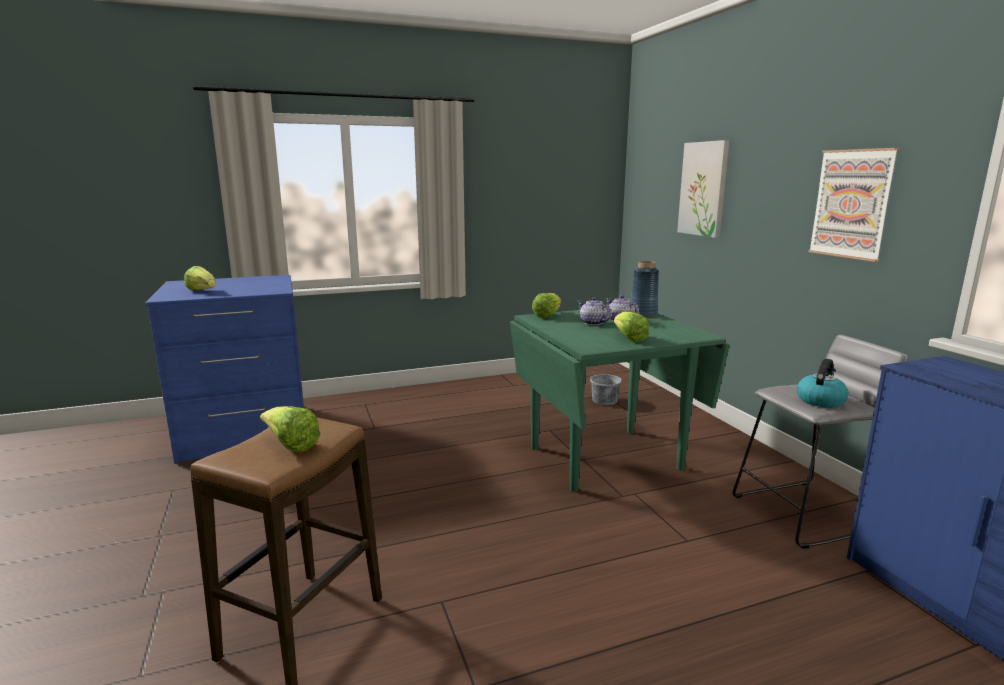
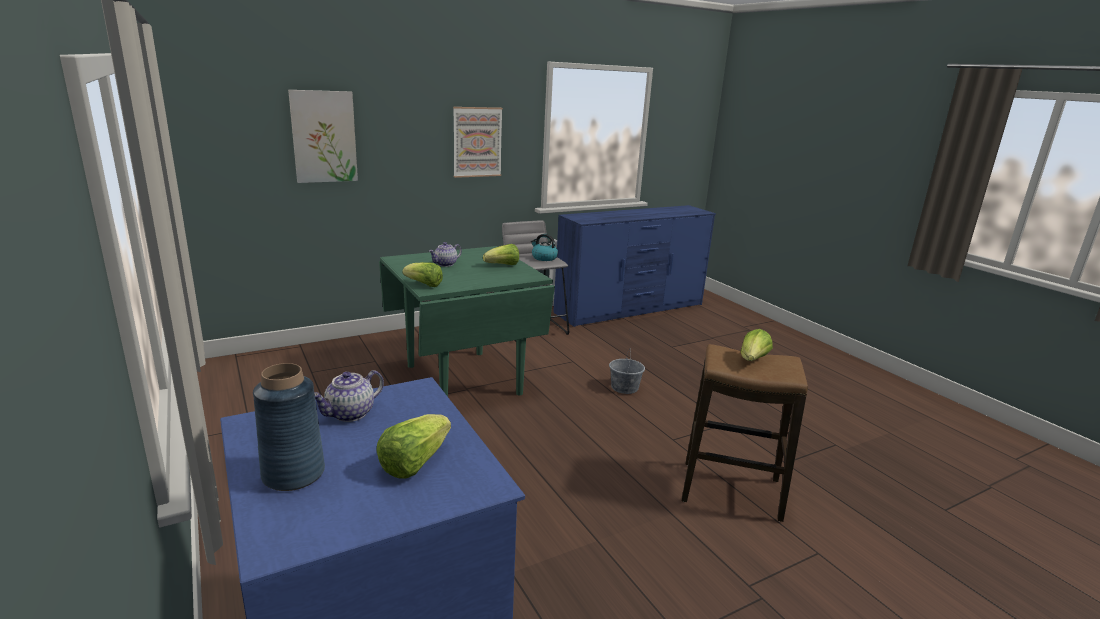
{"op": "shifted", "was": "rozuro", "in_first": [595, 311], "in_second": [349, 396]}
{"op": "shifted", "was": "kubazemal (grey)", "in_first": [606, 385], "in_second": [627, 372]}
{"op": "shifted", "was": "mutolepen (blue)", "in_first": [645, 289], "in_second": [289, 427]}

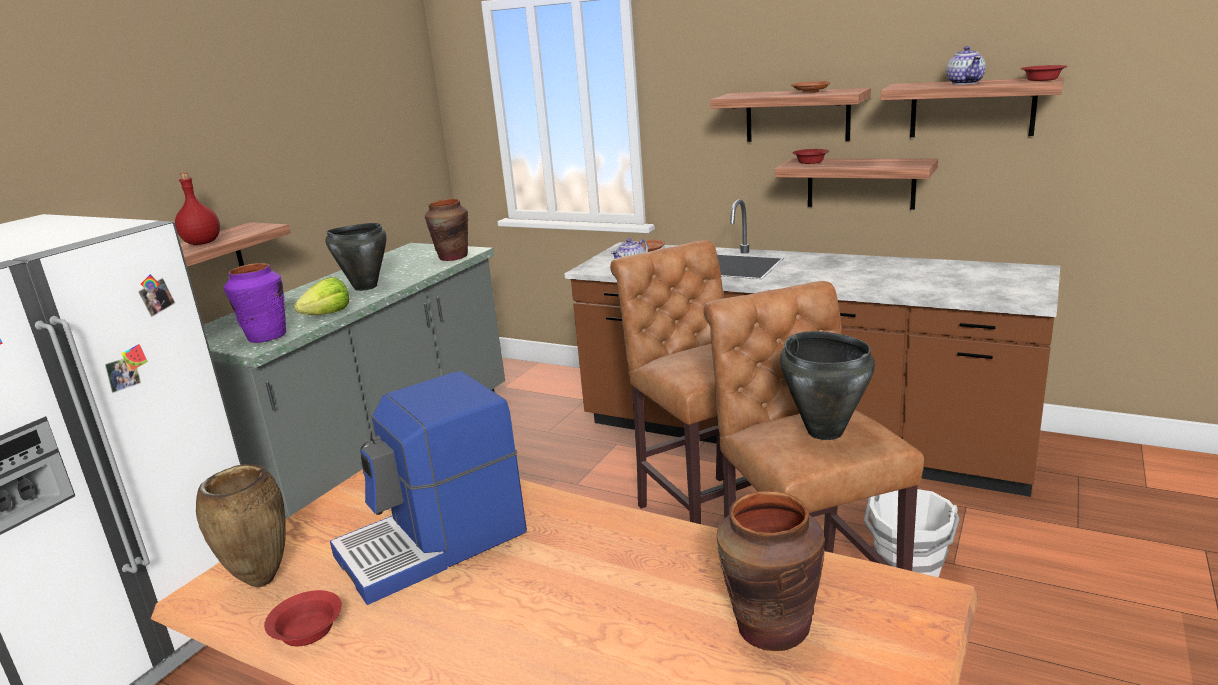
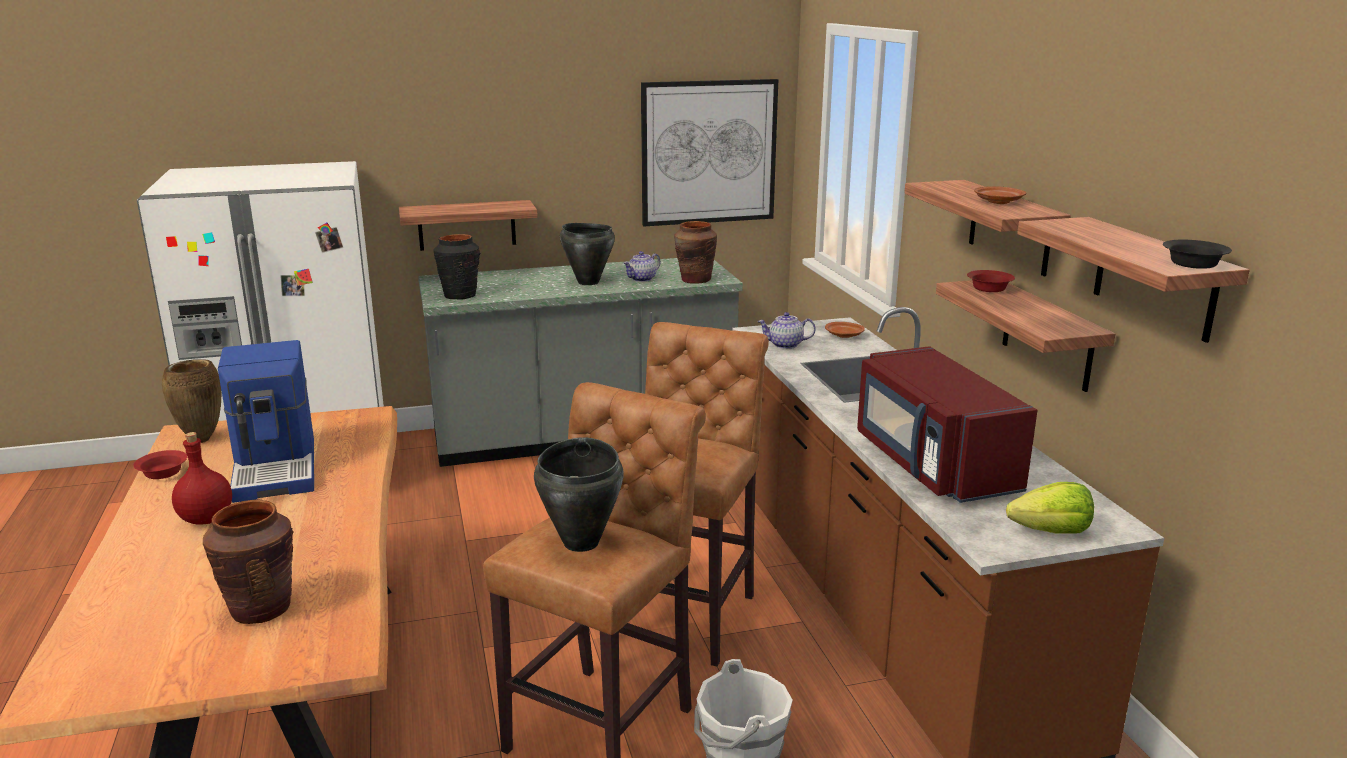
{"op": "new", "now": "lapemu", "in_second": [709, 152]}
{"op": "new", "now": "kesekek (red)", "in_second": [947, 424]}
{"op": "shifted", "was": "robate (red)", "in_first": [197, 208], "in_second": [202, 478]}
{"op": "shifted", "was": "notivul", "in_first": [321, 296], "in_second": [1050, 508]}
{"op": "shifted", "was": "rozuro", "in_first": [966, 65], "in_second": [642, 266]}
{"op": "repainted", "was": "mutolepen (purple)", "now": "mutolepen (black)", "in_first": [255, 303], "in_second": [456, 267]}
{"op": "repainted", "was": "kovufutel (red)", "now": "kovufutel (black)", "in_first": [1044, 73], "in_second": [1197, 254]}
{"op": "rotated", "was": "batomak", "in_first": [428, 488], "in_second": [266, 421], "clockwise": -120}

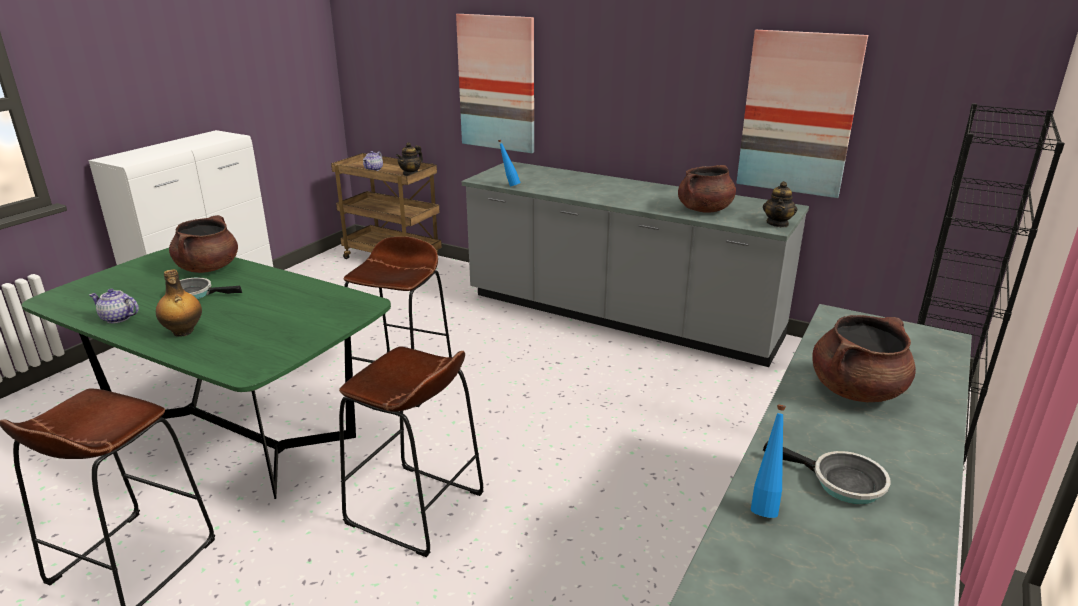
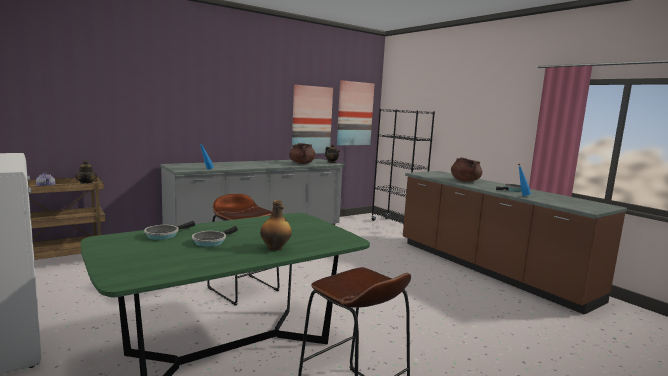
{"op": "gone", "was": "rozuro", "in_first": [114, 306]}
{"op": "gone", "was": "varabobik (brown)", "in_first": [411, 451]}
{"op": "shifted", "was": "lapemu", "in_first": [495, 83], "in_second": [355, 112]}
{"op": "swapped", "was": "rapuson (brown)", "now": "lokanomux", "in_first": [203, 244], "in_second": [169, 230]}

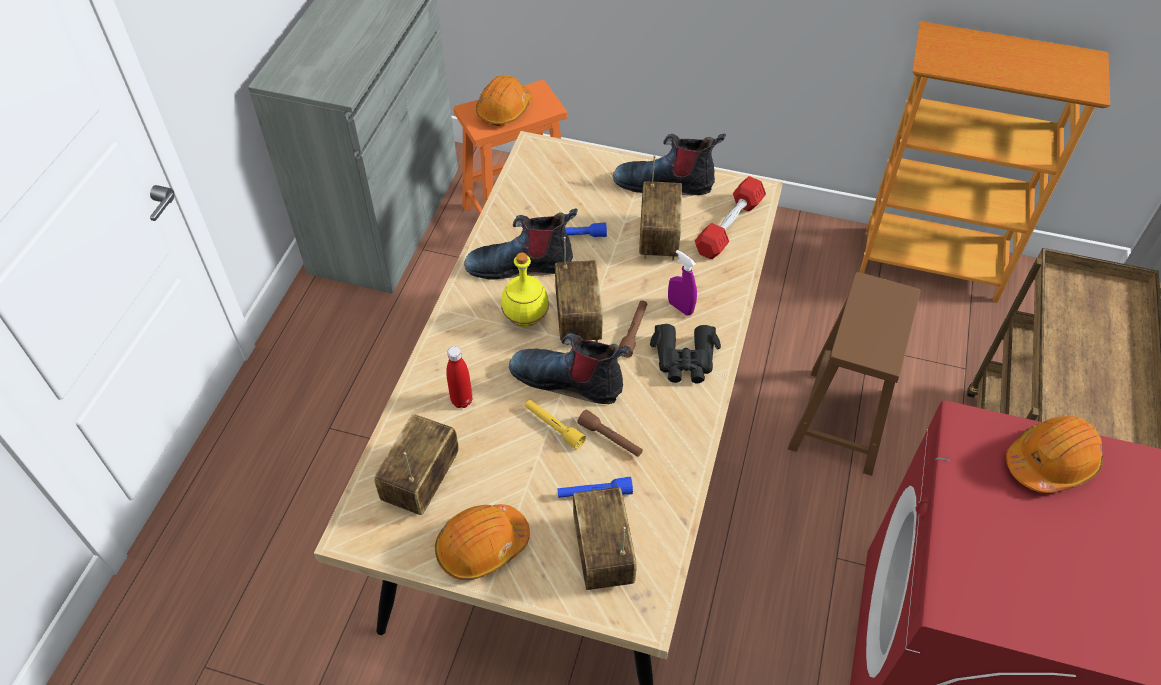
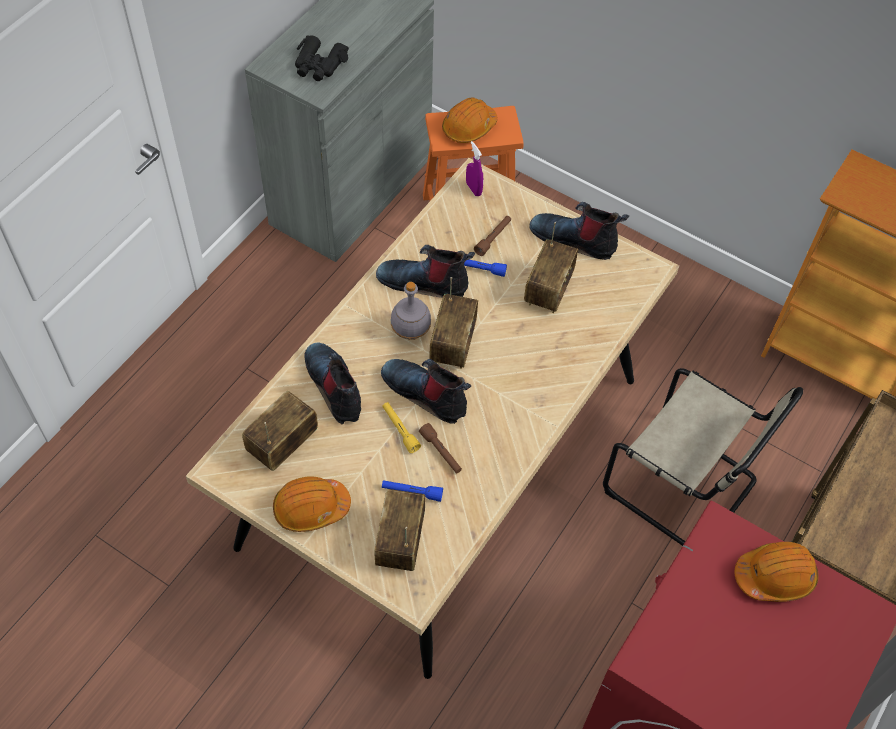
{"op": "gone", "was": "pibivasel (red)", "in_first": [730, 217]}
{"op": "shifted", "was": "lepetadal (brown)", "in_first": [633, 328], "in_second": [492, 236]}
{"op": "shifted", "was": "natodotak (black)", "in_first": [685, 353], "in_second": [322, 58]}
{"op": "shifted", "was": "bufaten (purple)", "in_first": [682, 283], "in_second": [474, 168]}
{"op": "swapped", "was": "robate (red)", "now": "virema", "in_first": [459, 377], "in_second": [332, 383]}
{"op": "swapped", "was": "varabobik (brown)", "now": "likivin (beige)", "in_first": [854, 374], "in_second": [703, 457]}
{"op": "repainted", "was": "robate (yellow)", "now": "robate (grey)", "in_first": [525, 290], "in_second": [411, 311]}

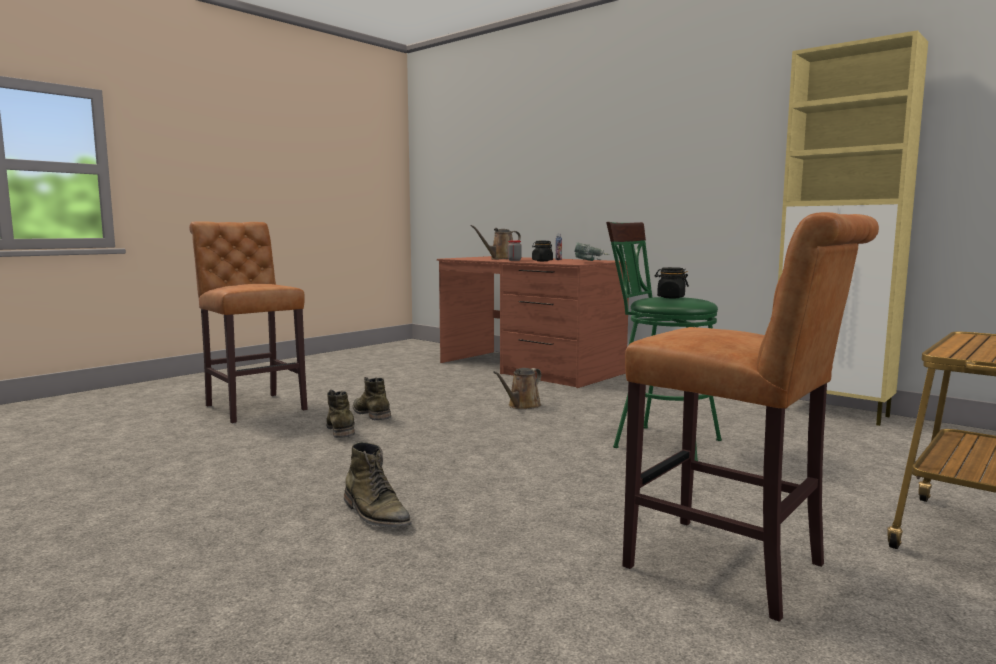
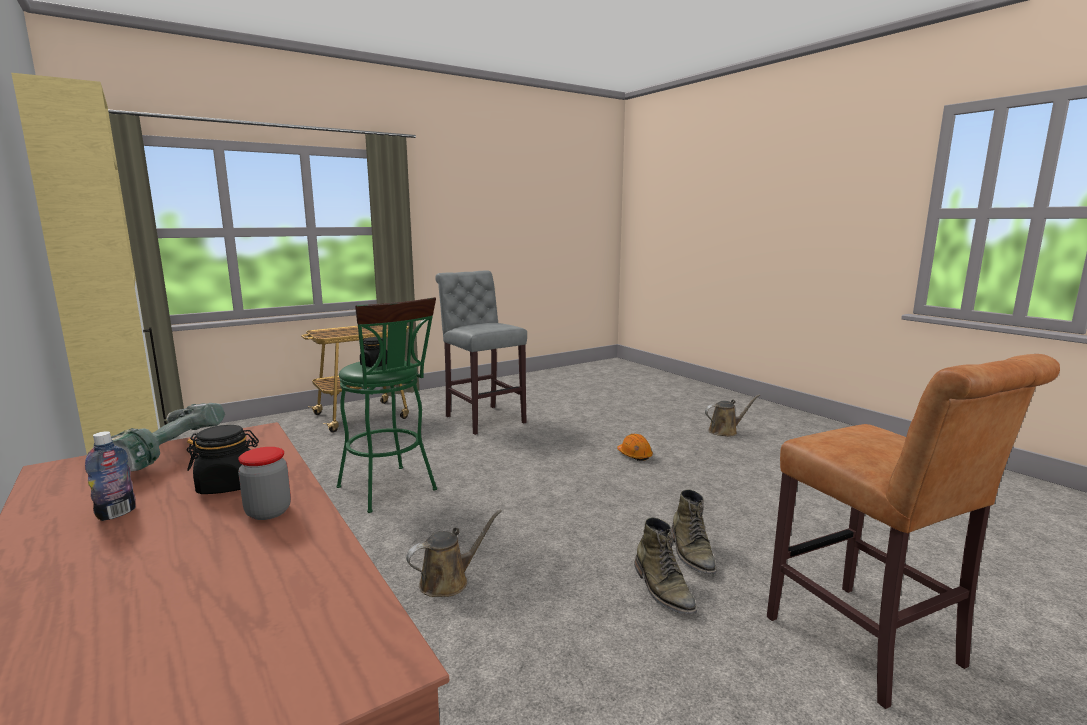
{"op": "shifted", "was": "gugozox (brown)", "in_first": [496, 242], "in_second": [732, 415]}
{"op": "swapped", "was": "virema (green)", "now": "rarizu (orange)", "in_first": [378, 484], "in_second": [635, 447]}
{"op": "repainted", "was": "varabobik (brown)", "now": "varabobik (grey)", "in_first": [750, 417], "in_second": [481, 353]}

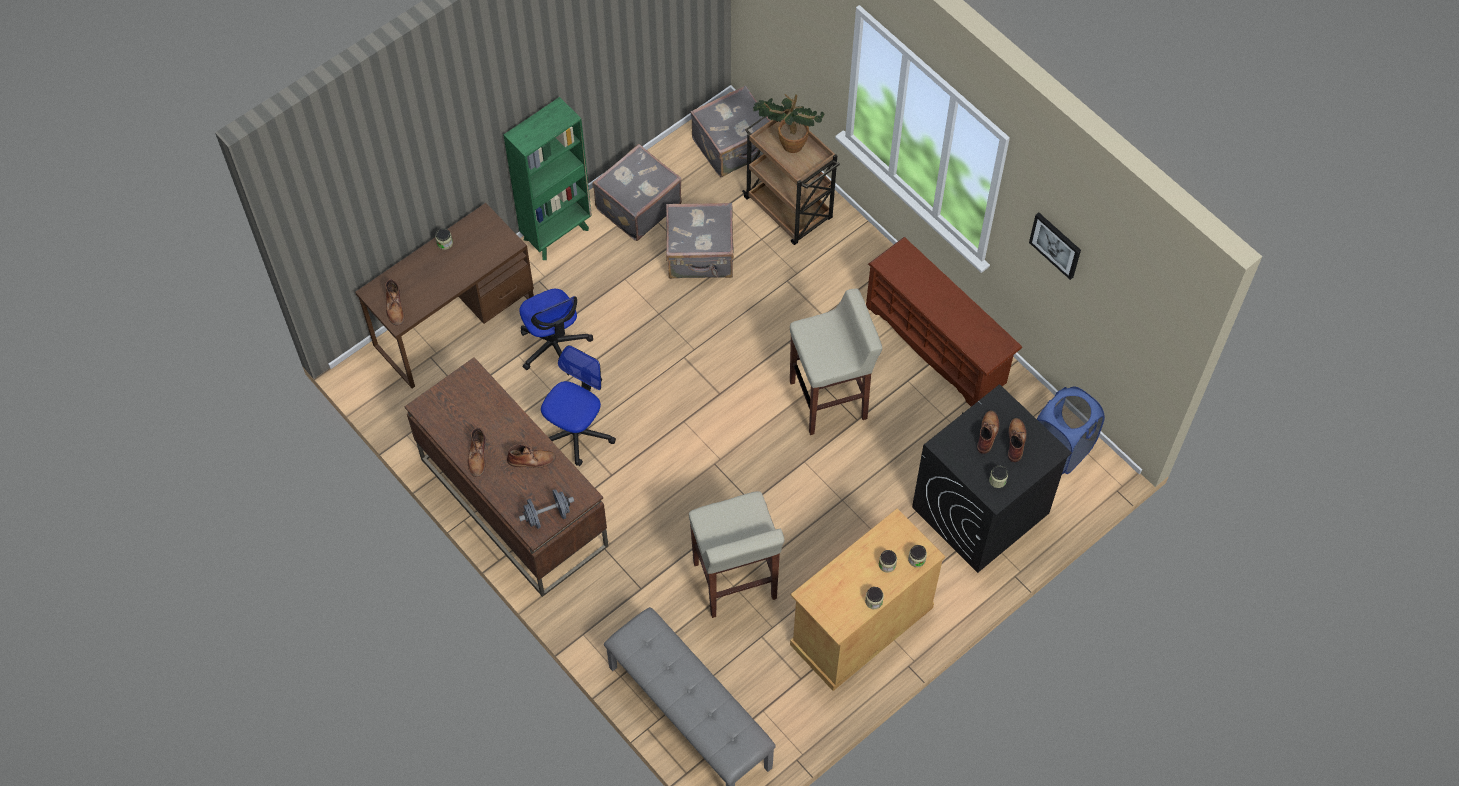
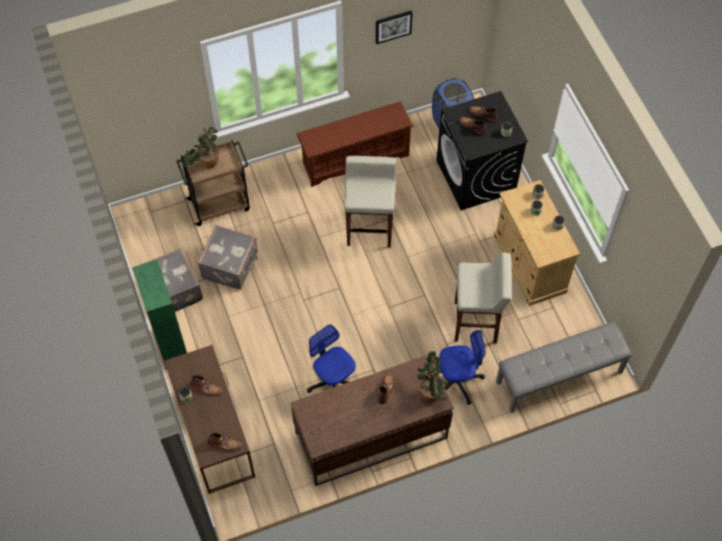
{"op": "gone", "was": "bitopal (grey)", "in_first": [731, 131]}
{"op": "shifted", "was": "virema (brown)", "in_first": [477, 452], "in_second": [206, 386]}
{"op": "shifted", "was": "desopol", "in_first": [556, 332], "in_second": [462, 367]}
{"op": "swapped", "was": "pibivasel (grey)", "now": "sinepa", "in_first": [546, 509], "in_second": [432, 376]}

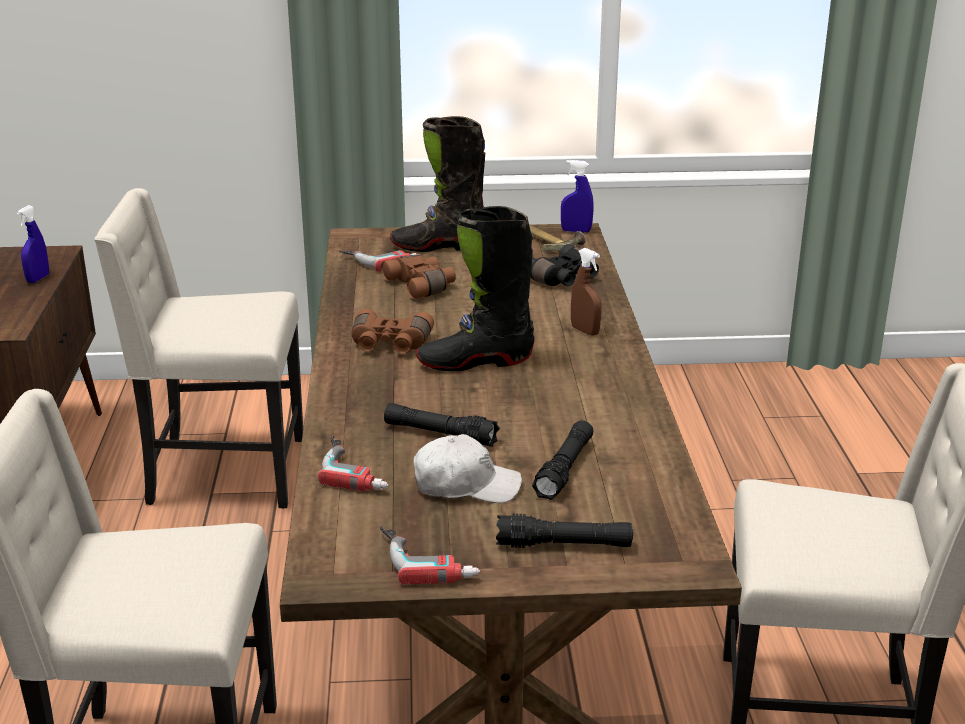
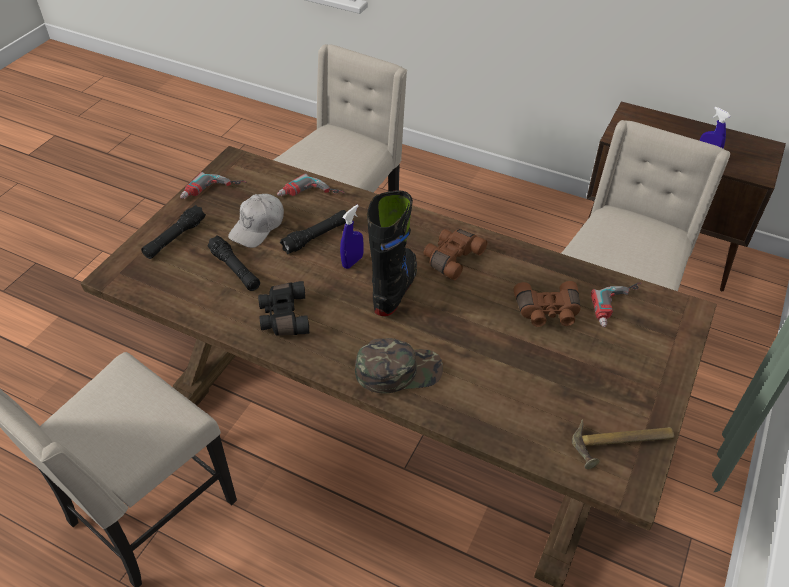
{"op": "gone", "was": "virema (black)", "in_first": [437, 184]}
{"op": "shifted", "was": "natodotak (black)", "in_first": [564, 265], "in_second": [283, 308]}
{"op": "shifted", "was": "bufaten (blue)", "in_first": [577, 196], "in_second": [352, 237]}
{"op": "swapped", "was": "bufaten (brown)", "now": "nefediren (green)", "in_first": [586, 292], "in_second": [399, 365]}

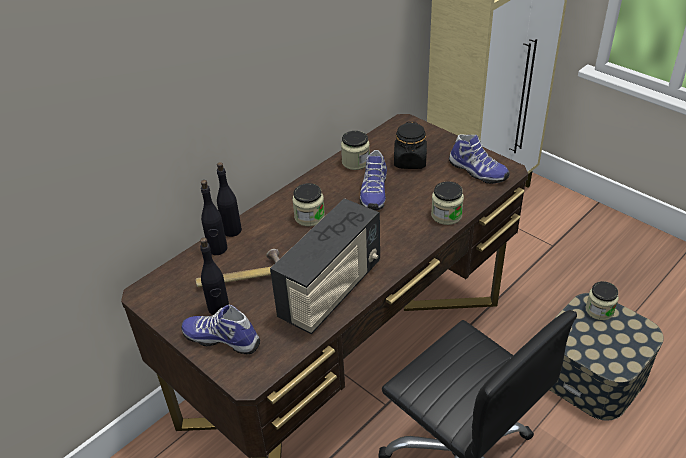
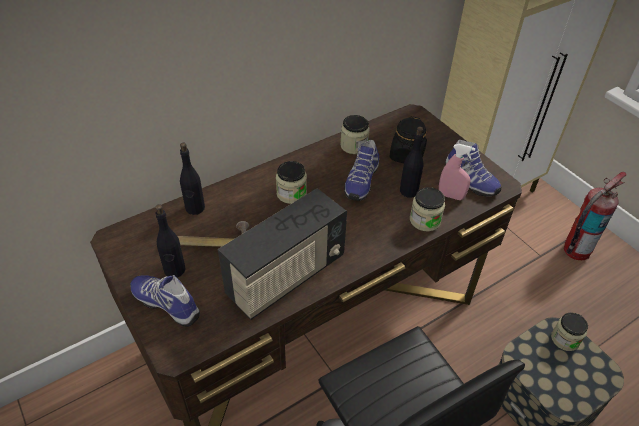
{"op": "new", "now": "bufaten (pink)", "in_second": [457, 172]}
{"op": "new", "now": "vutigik", "in_second": [595, 216]}
{"op": "shifted", "was": "robate (black)", "in_first": [229, 199], "in_second": [412, 162]}

